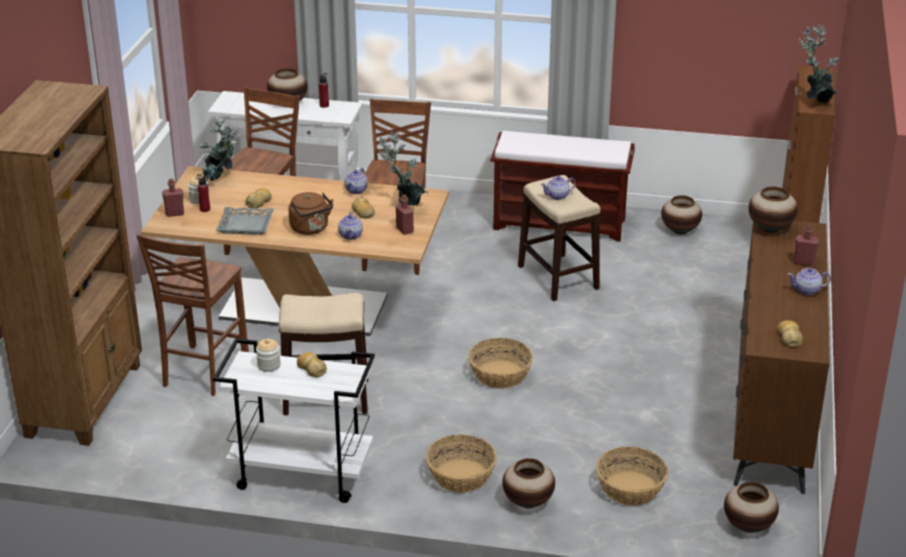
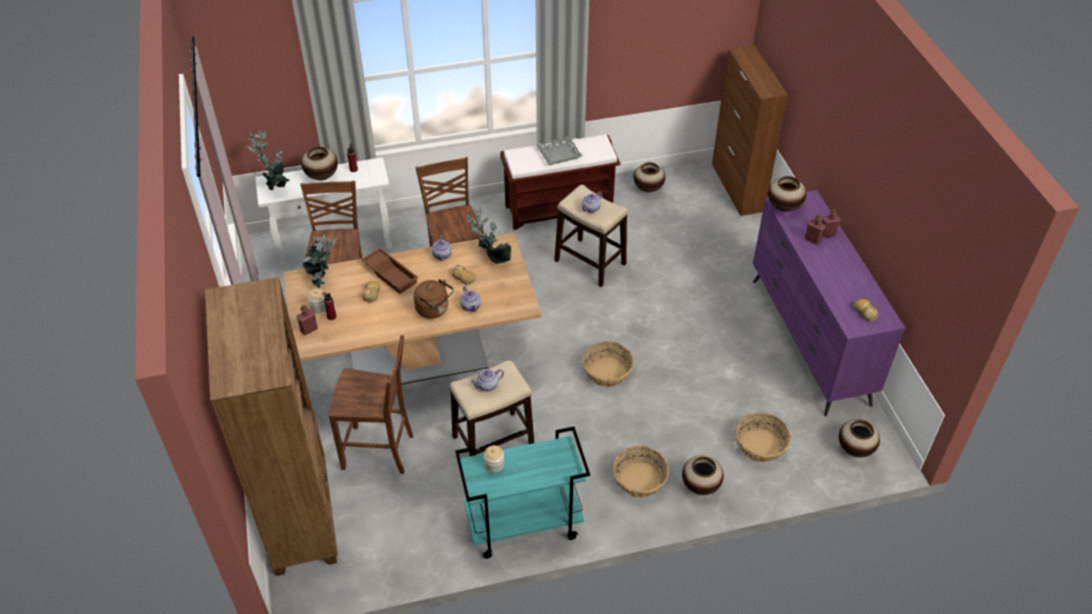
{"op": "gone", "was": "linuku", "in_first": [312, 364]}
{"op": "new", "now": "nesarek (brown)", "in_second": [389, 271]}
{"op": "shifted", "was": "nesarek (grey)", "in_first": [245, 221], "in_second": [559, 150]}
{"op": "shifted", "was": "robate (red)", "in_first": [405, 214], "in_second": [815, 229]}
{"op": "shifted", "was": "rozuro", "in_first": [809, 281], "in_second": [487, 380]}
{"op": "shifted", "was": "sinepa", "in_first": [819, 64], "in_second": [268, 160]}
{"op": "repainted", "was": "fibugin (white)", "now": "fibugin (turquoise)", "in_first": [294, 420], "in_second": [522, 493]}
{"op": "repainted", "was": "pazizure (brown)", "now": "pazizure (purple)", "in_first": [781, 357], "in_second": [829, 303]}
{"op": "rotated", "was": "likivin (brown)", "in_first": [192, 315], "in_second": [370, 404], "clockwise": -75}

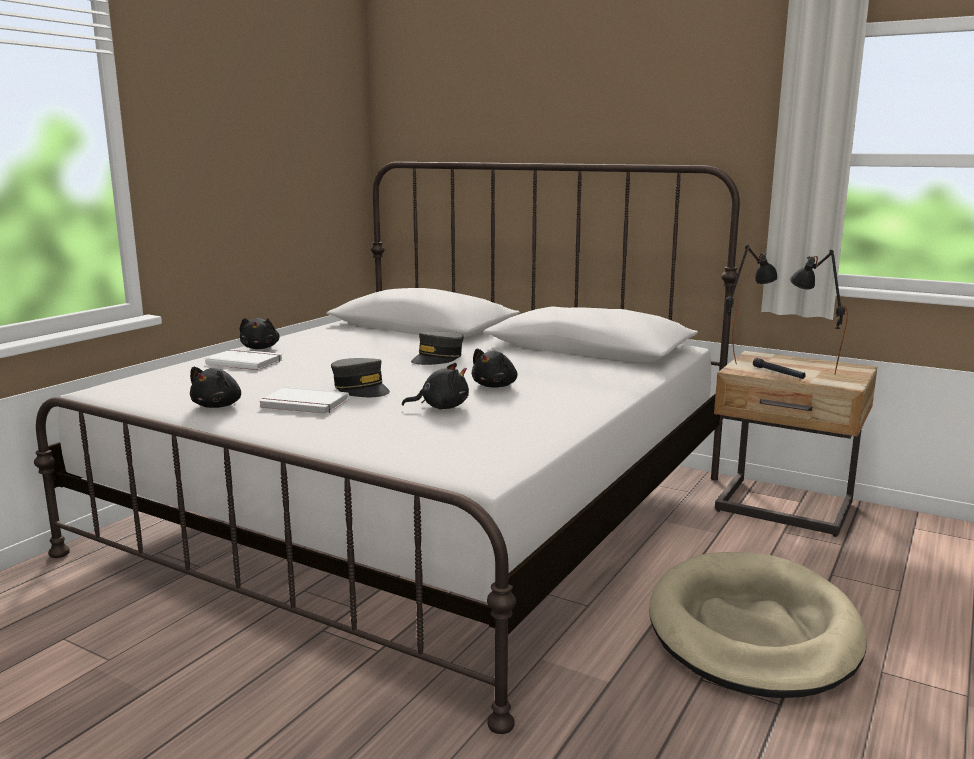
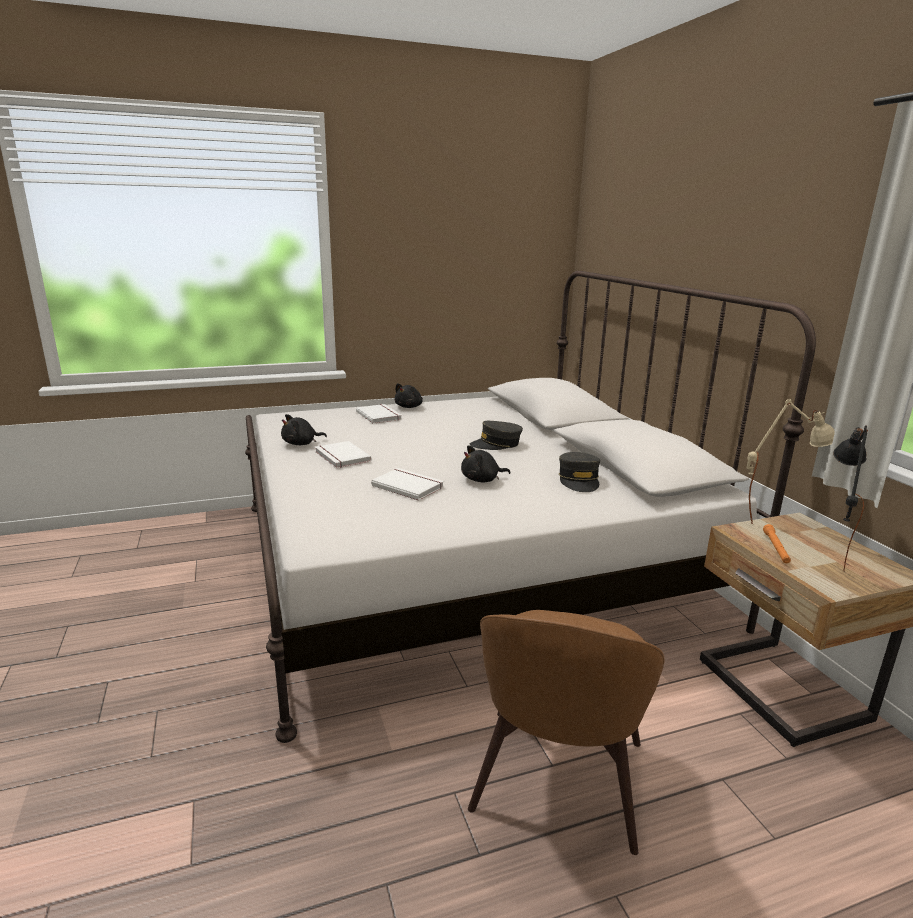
{"op": "shifted", "was": "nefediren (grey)", "in_first": [360, 377], "in_second": [579, 472]}
{"op": "swapped", "was": "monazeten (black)", "now": "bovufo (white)", "in_first": [435, 386], "in_second": [407, 484]}
{"op": "swapped", "was": "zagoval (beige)", "now": "likivin (brown)", "in_first": [758, 625], "in_second": [566, 732]}
{"op": "repainted", "was": "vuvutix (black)", "now": "vuvutix (beige)", "in_first": [751, 304], "in_second": [791, 461]}
{"op": "repainted", "was": "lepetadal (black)", "now": "lepetadal (orange)", "in_first": [779, 368], "in_second": [777, 543]}

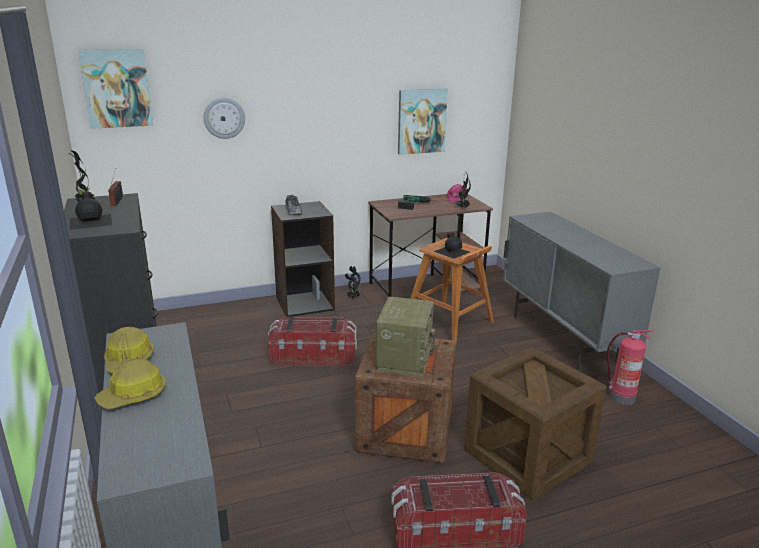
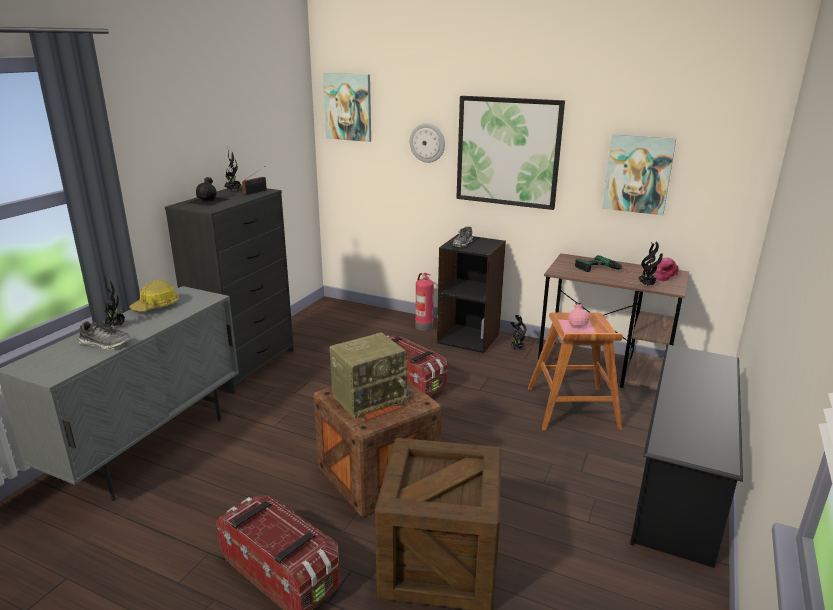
{"op": "new", "now": "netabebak", "in_second": [105, 335]}
{"op": "new", "now": "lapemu", "in_second": [510, 153]}
{"op": "shifted", "was": "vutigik", "in_first": [630, 367], "in_second": [424, 302]}
{"op": "swapped", "was": "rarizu", "now": "sinepa", "in_first": [130, 384], "in_second": [113, 301]}
{"op": "swapped", "was": "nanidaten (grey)", "now": "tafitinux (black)", "in_first": [582, 291], "in_second": [686, 456]}
{"op": "repainted", "was": "robate (black)", "now": "robate (pink)", "in_first": [452, 245], "in_second": [577, 318]}

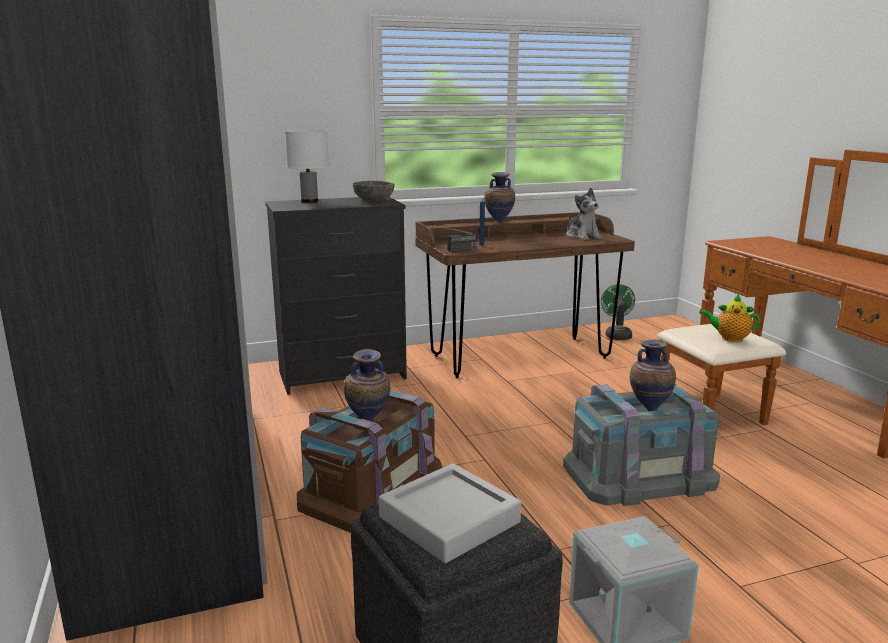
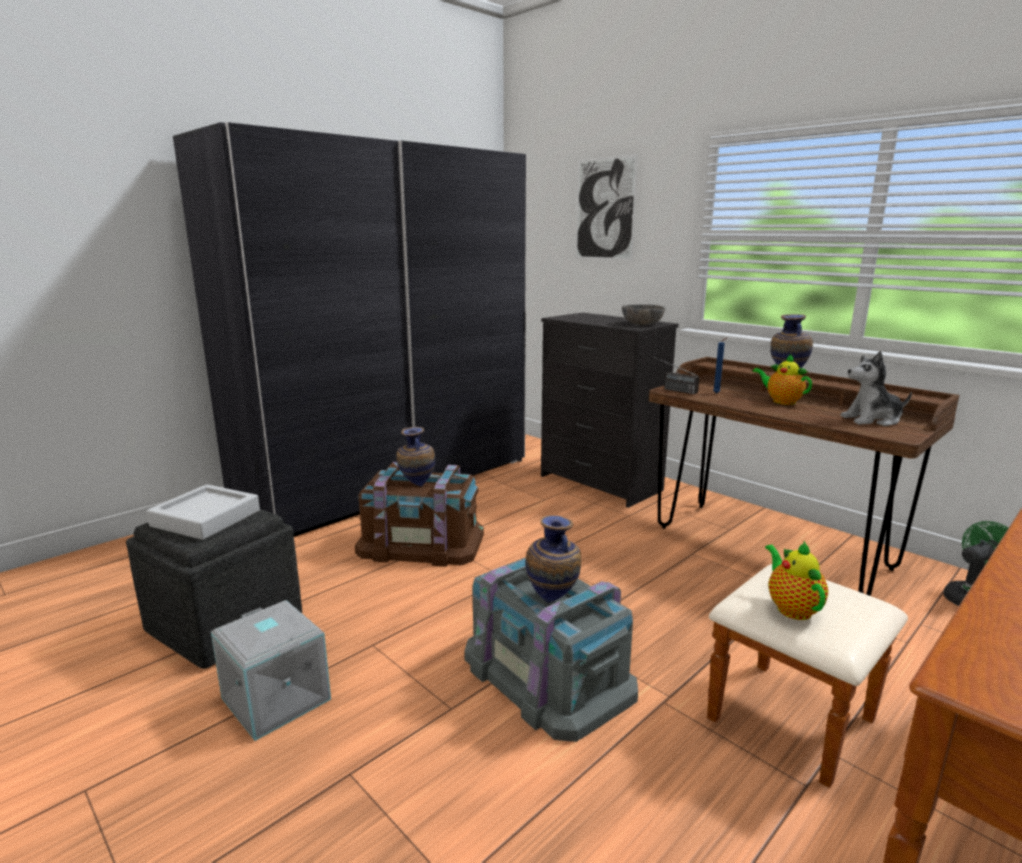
{"op": "gone", "was": "vuvutix (white)", "in_first": [306, 166]}
{"op": "new", "now": "lapemu", "in_second": [606, 207]}
{"op": "new", "now": "rozuro", "in_second": [782, 379]}
{"op": "rotated", "was": "monazeten", "in_first": [584, 214], "in_second": [876, 388], "clockwise": 45}

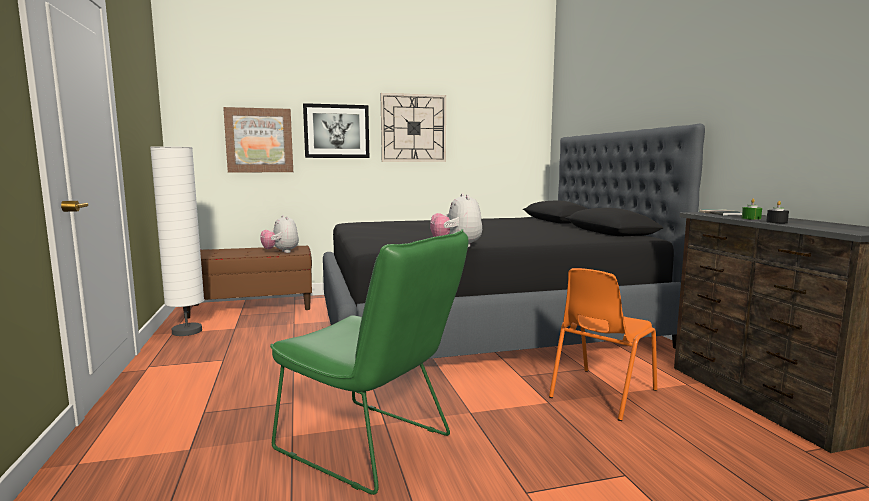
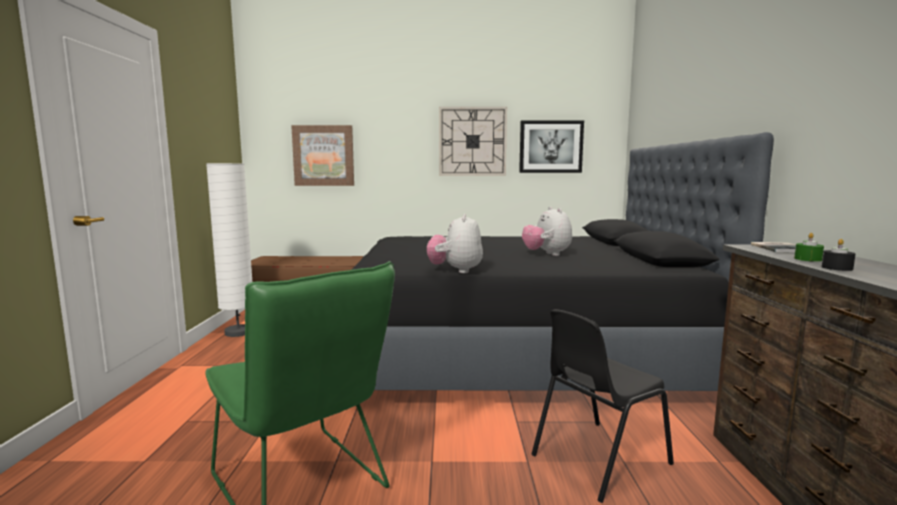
{"op": "shifted", "was": "monazeten", "in_first": [279, 234], "in_second": [547, 231]}
{"op": "shifted", "was": "lapemu", "in_first": [336, 130], "in_second": [551, 146]}
{"op": "repainted", "was": "likivin (orange)", "now": "likivin (black)", "in_first": [603, 344], "in_second": [603, 406]}

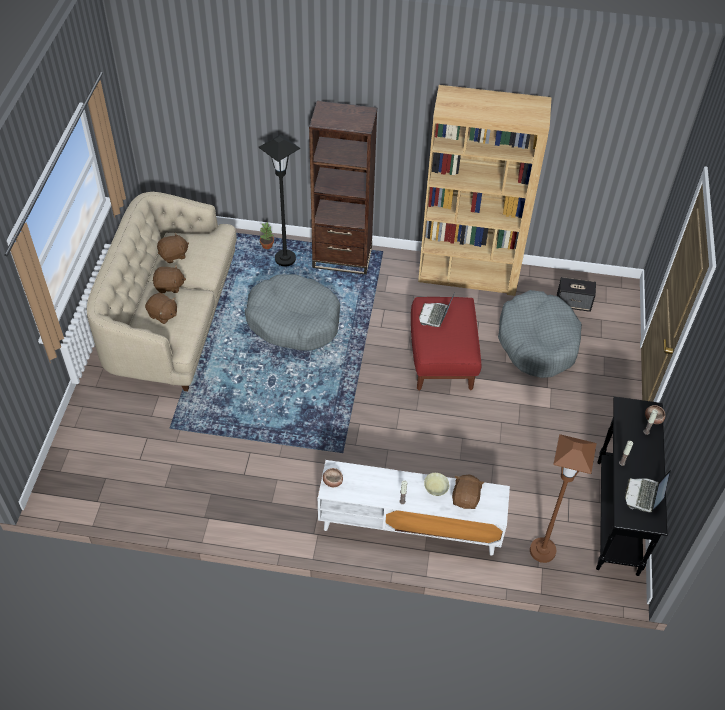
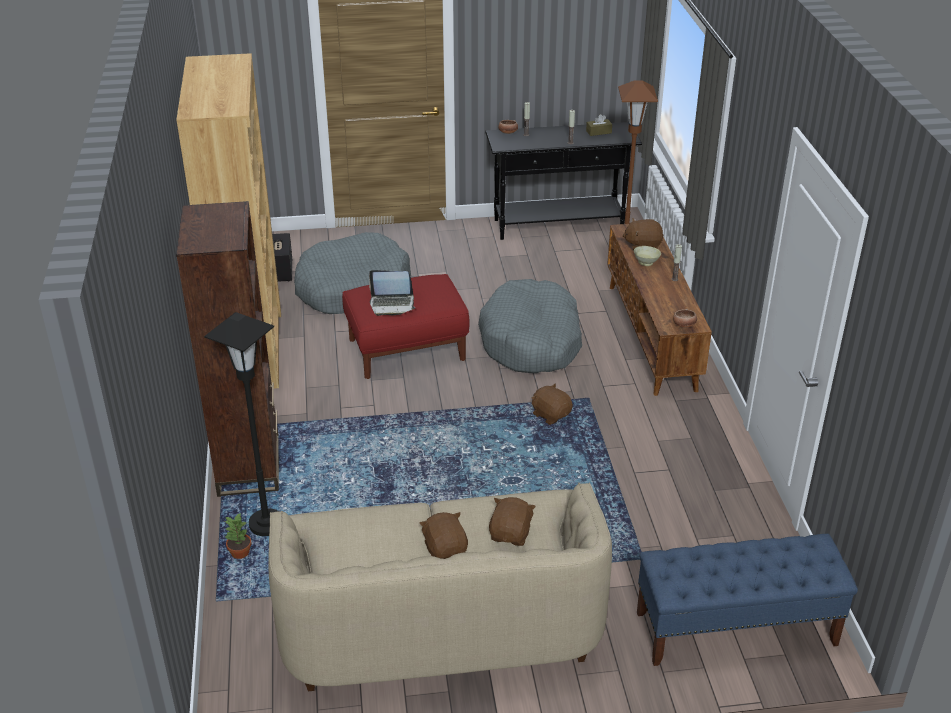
{"op": "new", "now": "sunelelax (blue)", "in_second": [747, 600]}
{"op": "shifted", "was": "monazeten (brown)", "in_first": [173, 247], "in_second": [552, 404]}
{"op": "shifted", "was": "zagoval (grey)", "in_first": [292, 312], "in_second": [530, 326]}
{"op": "swapped", "was": "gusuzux", "now": "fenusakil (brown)", "in_first": [648, 491], "in_second": [599, 125]}
{"op": "repainted", "was": "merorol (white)", "now": "merorol (brown)", "in_first": [414, 508], "in_second": [659, 310]}

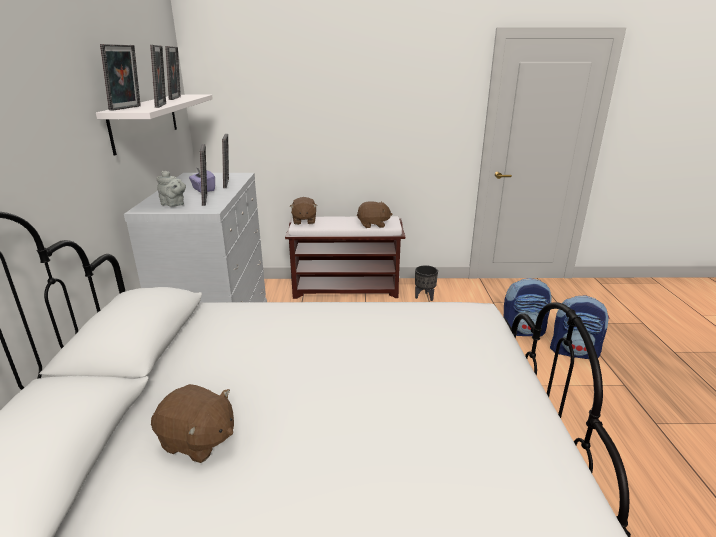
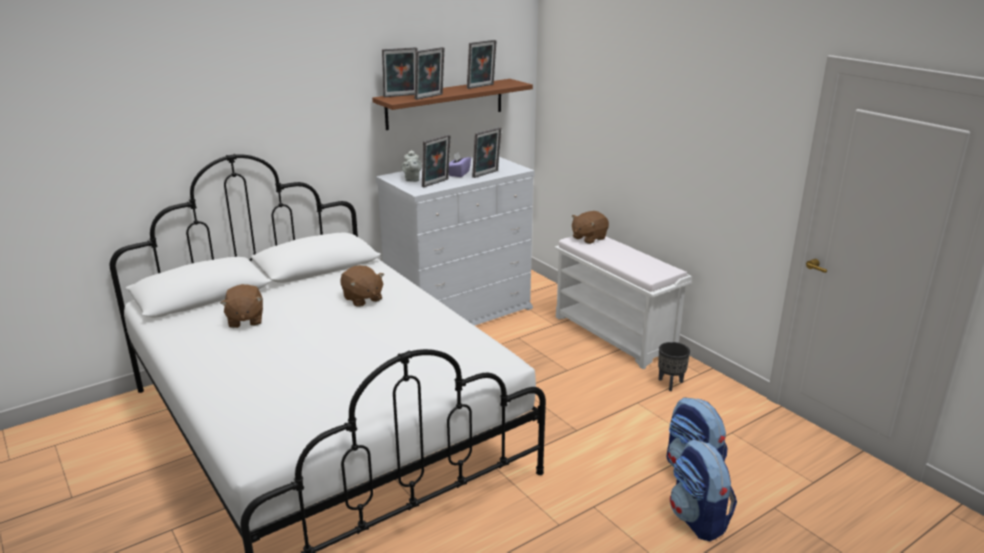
{"op": "shifted", "was": "monazeten (brown)", "in_first": [375, 214], "in_second": [362, 286]}
{"op": "repainted", "was": "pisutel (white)", "now": "pisutel (brown)", "in_first": [154, 125], "in_second": [452, 104]}
{"op": "repainted", "was": "sunelelax (brown)", "now": "sunelelax (white)", "in_first": [345, 257], "in_second": [623, 302]}

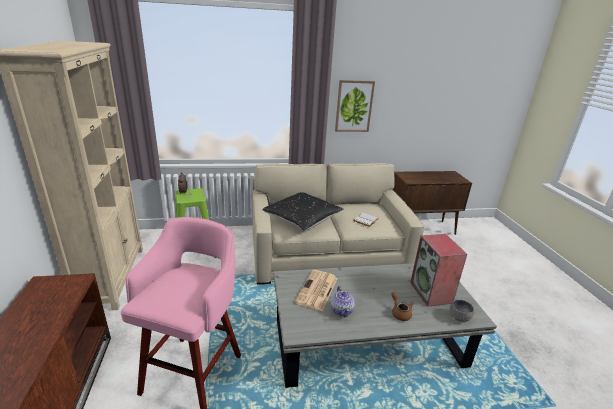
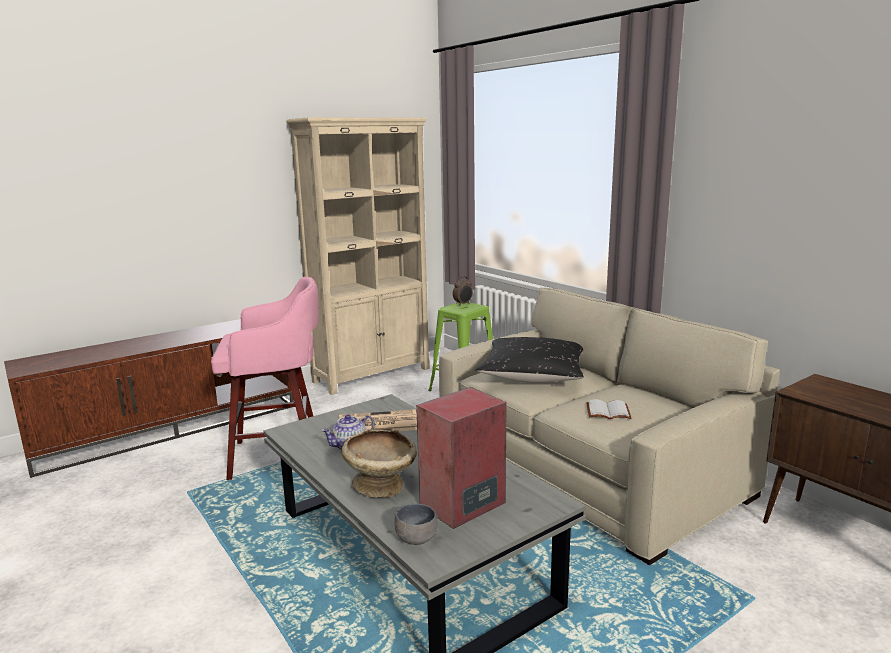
{"op": "gone", "was": "lapemu", "in_first": [355, 106]}
{"op": "swapped", "was": "rozuro (brown)", "now": "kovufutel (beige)", "in_first": [403, 306], "in_second": [379, 463]}

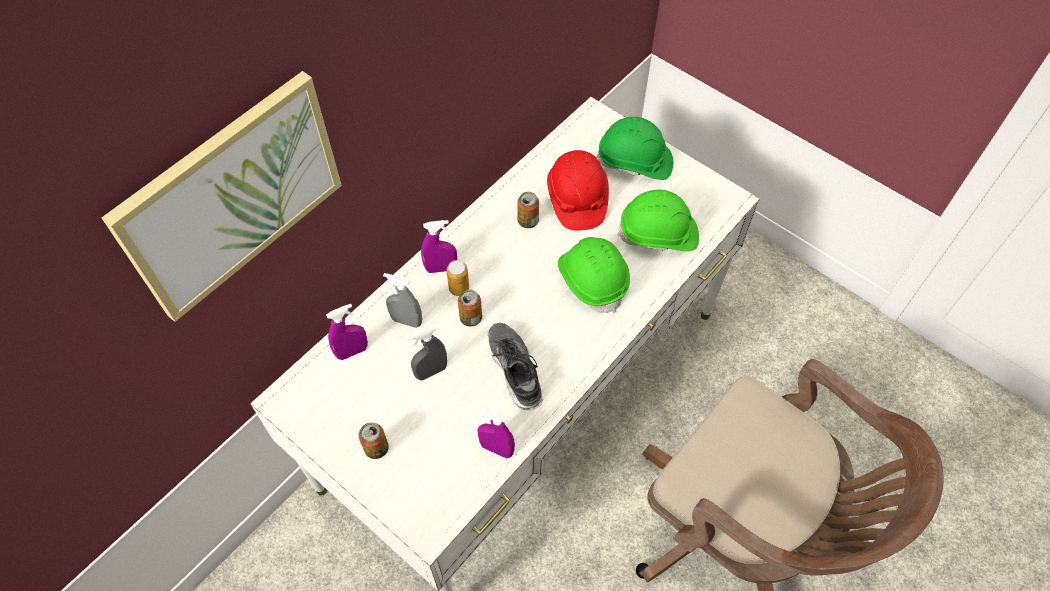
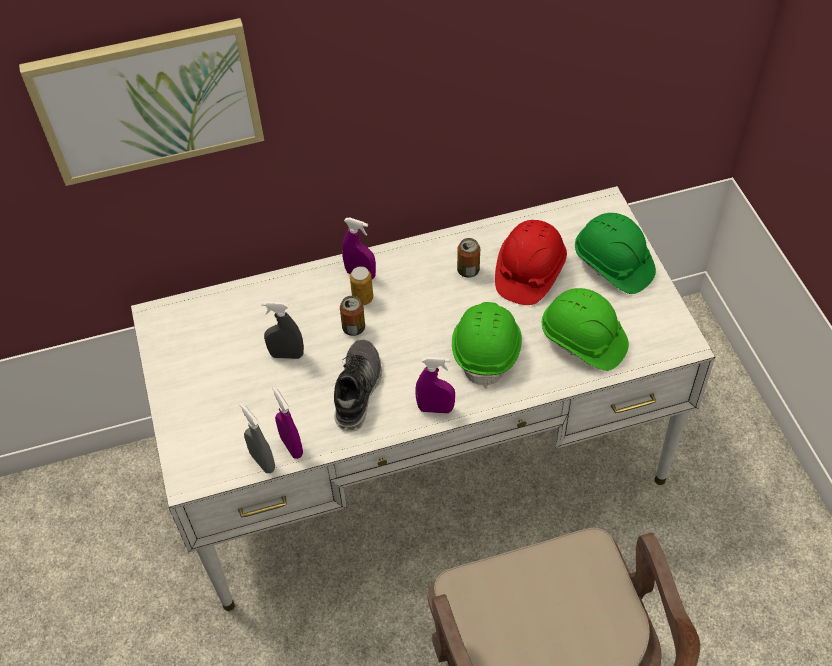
{"op": "gone", "was": "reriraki", "in_first": [373, 440]}
{"op": "shifted", "was": "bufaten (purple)", "in_first": [347, 332], "in_second": [435, 385]}
{"op": "shifted", "was": "bufaten (grey)", "in_first": [402, 300], "in_second": [257, 438]}

